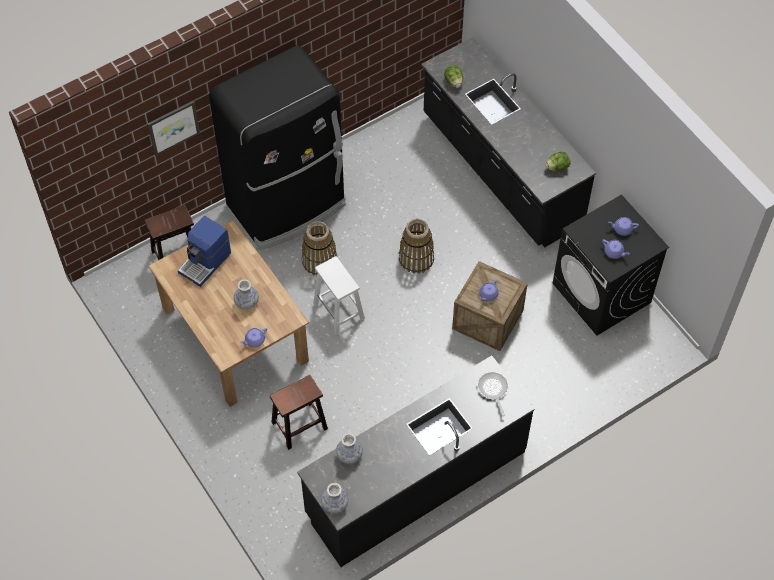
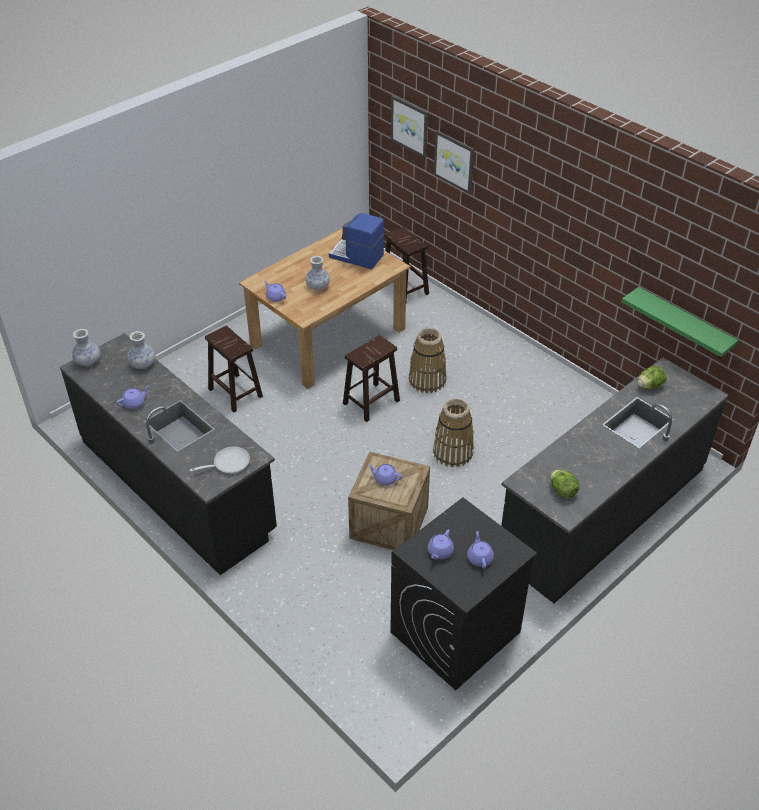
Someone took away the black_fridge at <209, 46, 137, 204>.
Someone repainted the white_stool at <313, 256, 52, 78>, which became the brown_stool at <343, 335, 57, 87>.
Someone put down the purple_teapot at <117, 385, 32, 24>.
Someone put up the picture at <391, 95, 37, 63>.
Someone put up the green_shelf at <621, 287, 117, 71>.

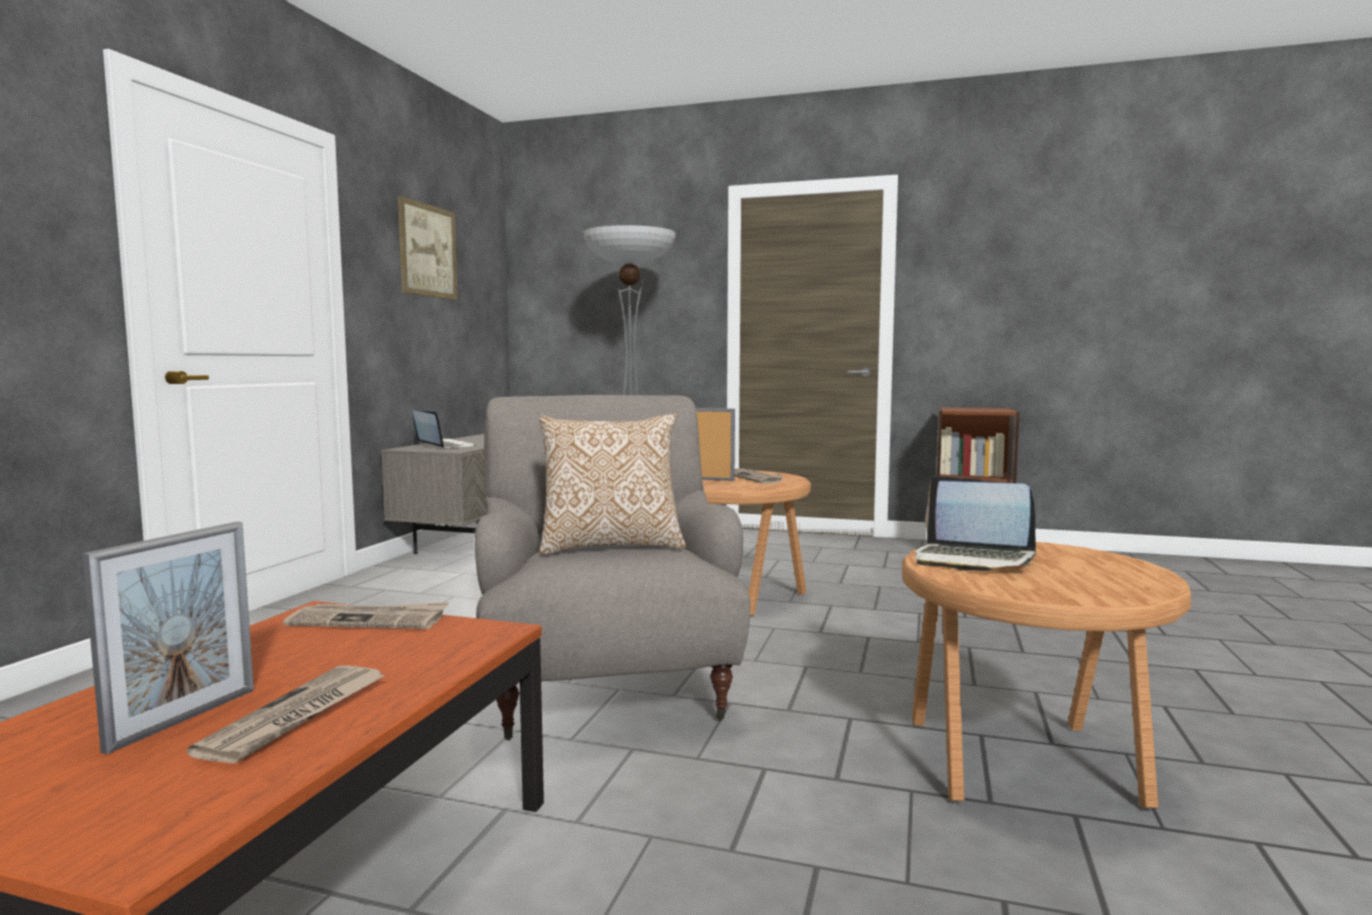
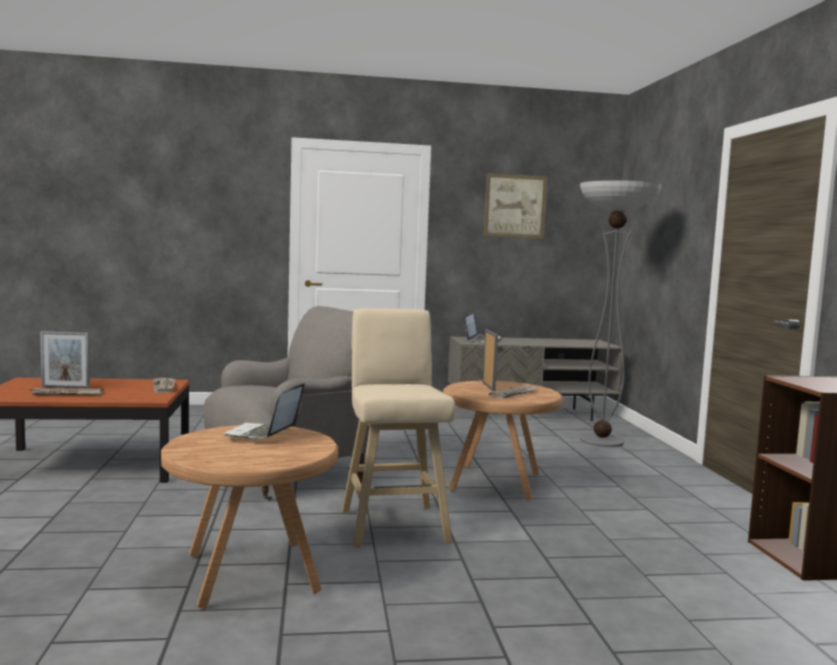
Someone took away the pillow at <539, 414, 147, 140>.
Someone put down the beige_stool at <342, 308, 113, 240>.

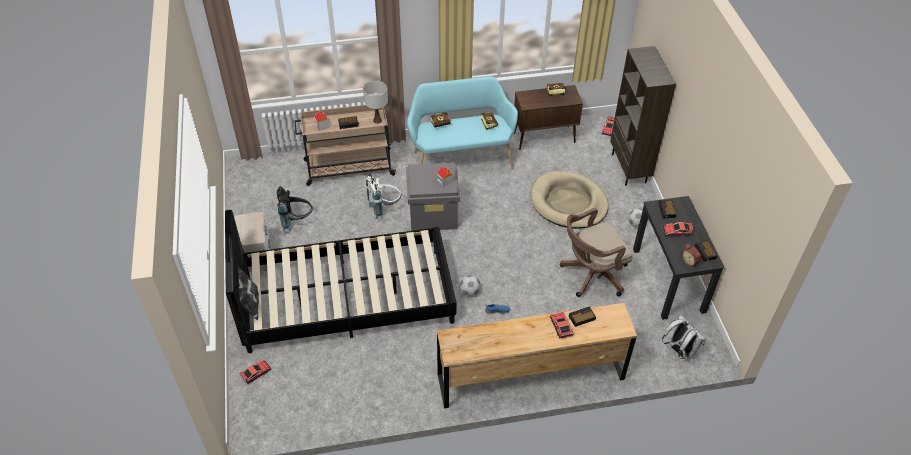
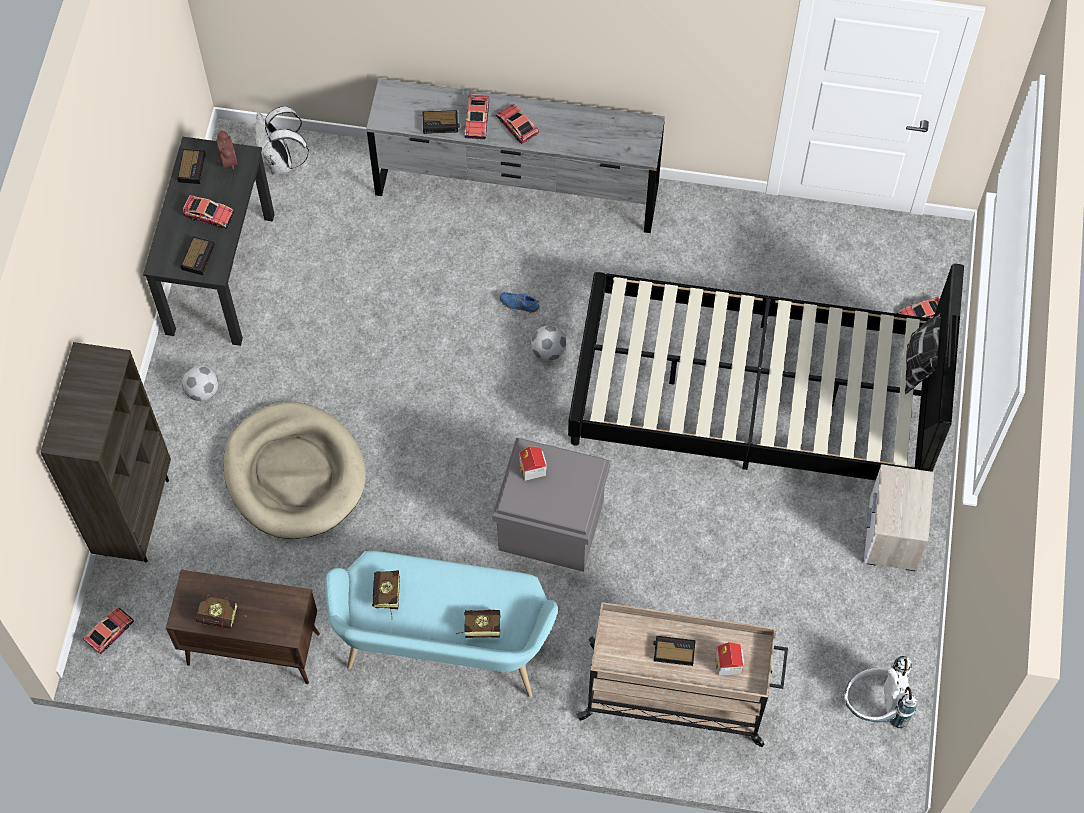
Someone took away the black_backpack at <277, 186, 35, 46>.
Someone took away the white_table_lamp at <363, 81, 25, 43>.
Someone carried the white_backpack from <366, 175, 35, 44> to <844, 656, 73, 72>.
Someone repainted the brown_dresser at <437, 303, 200, 106>, which became the grey_dresser at <366, 78, 299, 155>.
Someone took away the brown_office_chair at <560, 208, 72, 89>.
Someone put down the toy_car at <496, 104, 43, 40>.

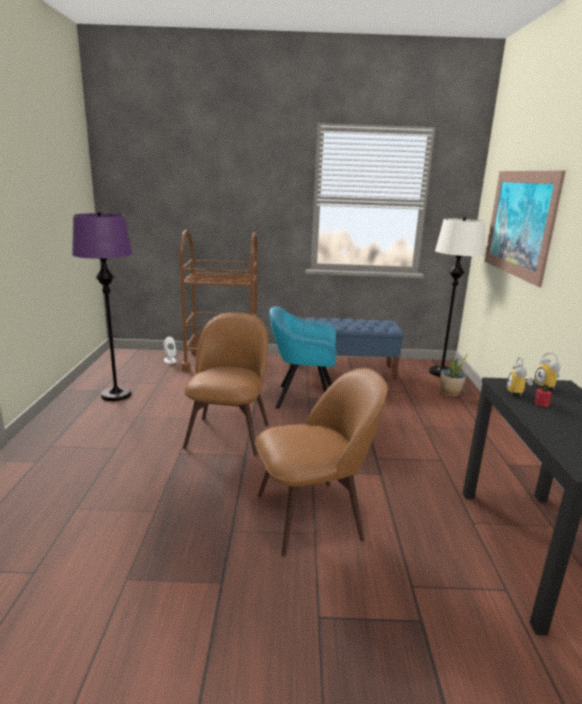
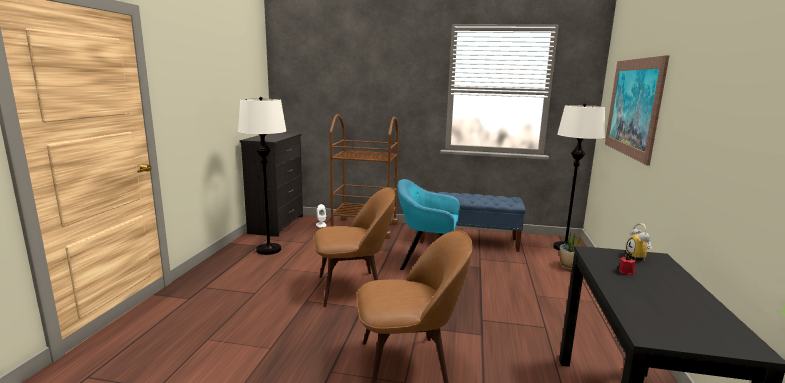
Someone repainted the purple_floor_lamp at <72, 211, 61, 190>, which became the white_floor_lamp at <238, 97, 49, 158>.
Someone rotated the brown_chair at <183, 312, 86, 144> by 60 degrees clockwise.
Someone took away the alarm_clock at <507, 357, 26, 39>.
Someone put down the black_dresser at <240, 133, 63, 104>.

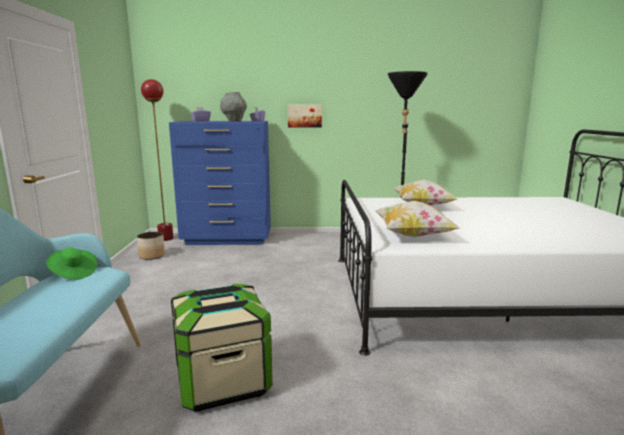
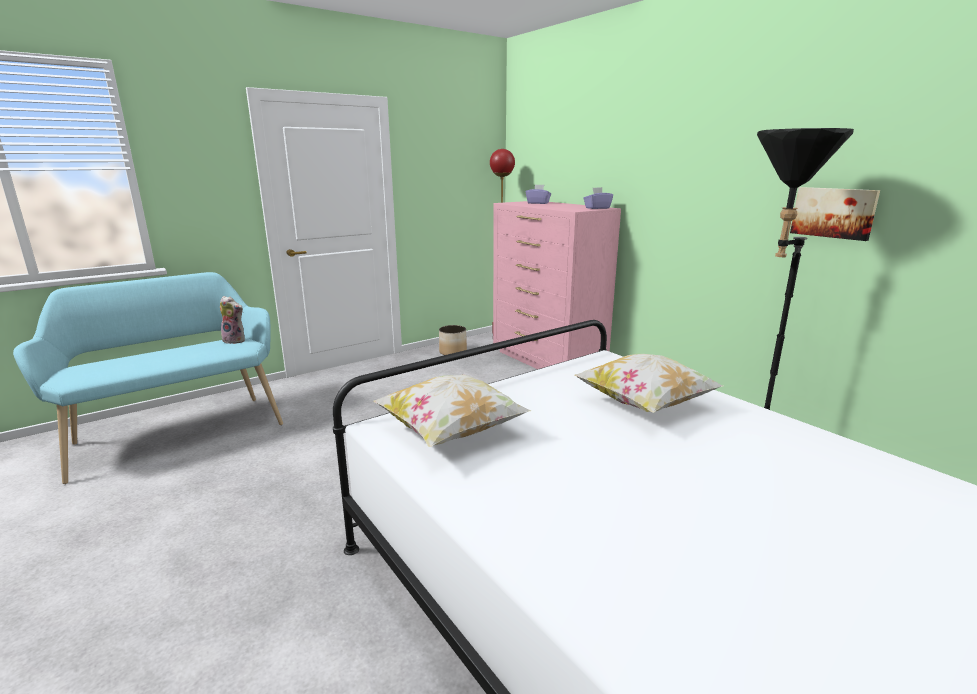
Someone swapped the green_hat at <46, 248, 51, 32> for the plush_toy at <220, 296, 25, 48>.
Someone repainted the blue_dresser at <169, 121, 102, 124>, which became the pink_dresser at <493, 201, 128, 168>.
Someone took away the storage_box at <171, 284, 102, 128>.
Someone took away the grey_vase at <220, 92, 27, 30>.
Someone carried the picture from <288, 105, 34, 23> to <790, 187, 90, 54>.

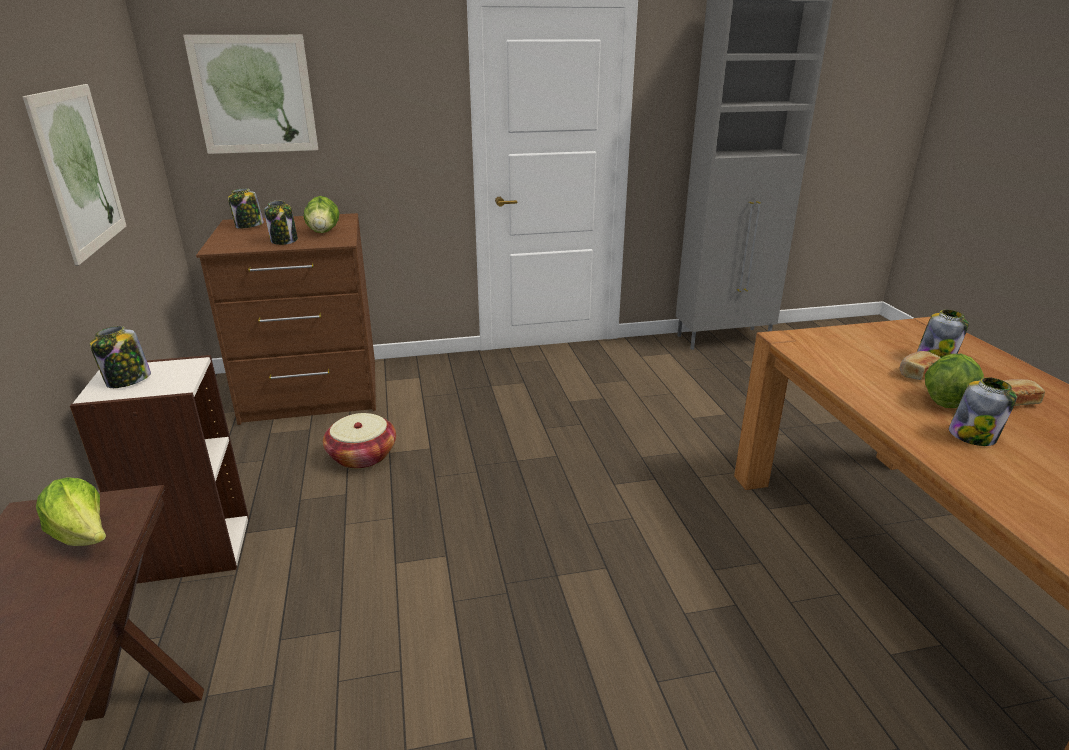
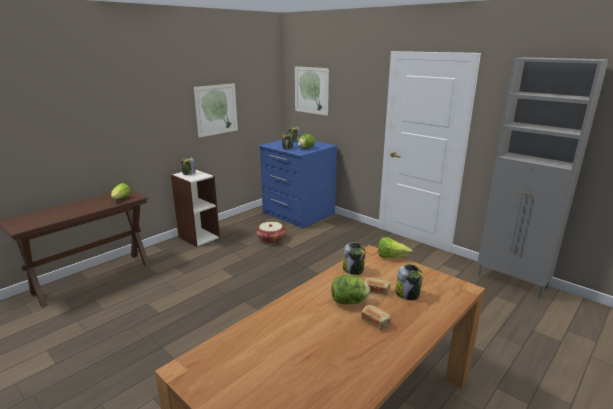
Someone repainted the brown_dresser at <196, 213, 180, 212>, which became the blue_dresser at <258, 140, 79, 89>.
Someone carried the jar from <949, 377, 68, 69> to <343, 242, 22, 33>.
Someone put down the lettuce at <378, 237, 35, 21>.

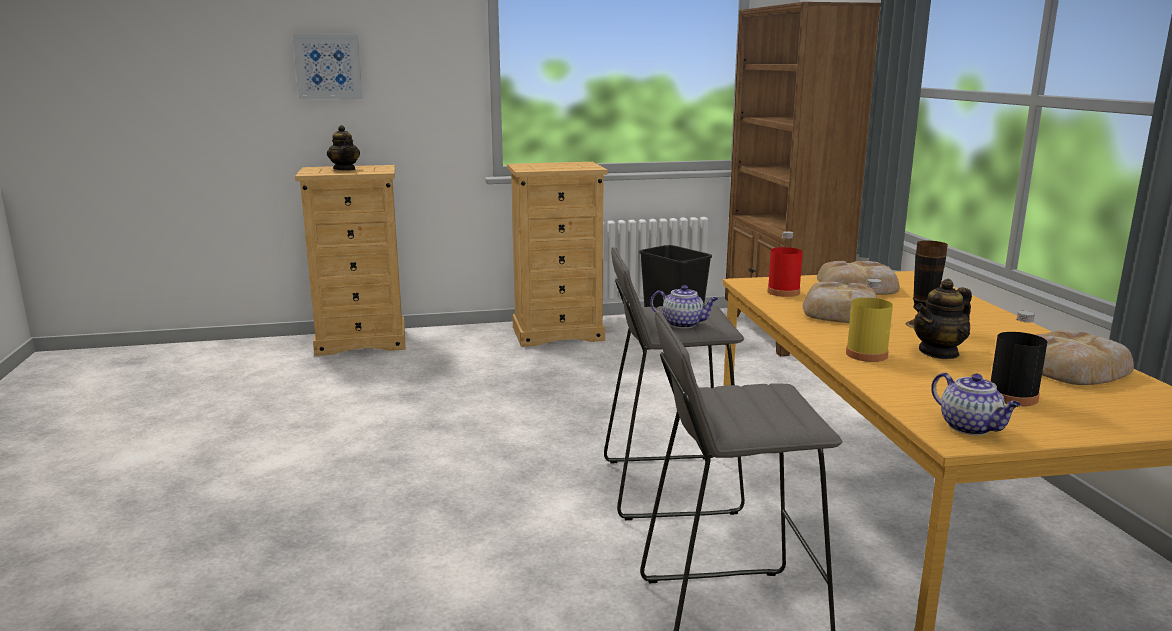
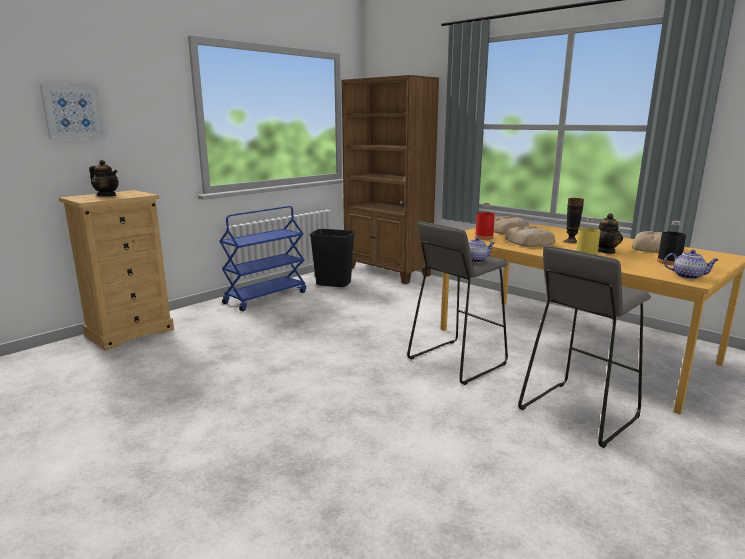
Someone swapped the beige_dresser at <507, 162, 101, 185> for the blue_cart at <219, 206, 87, 105>.

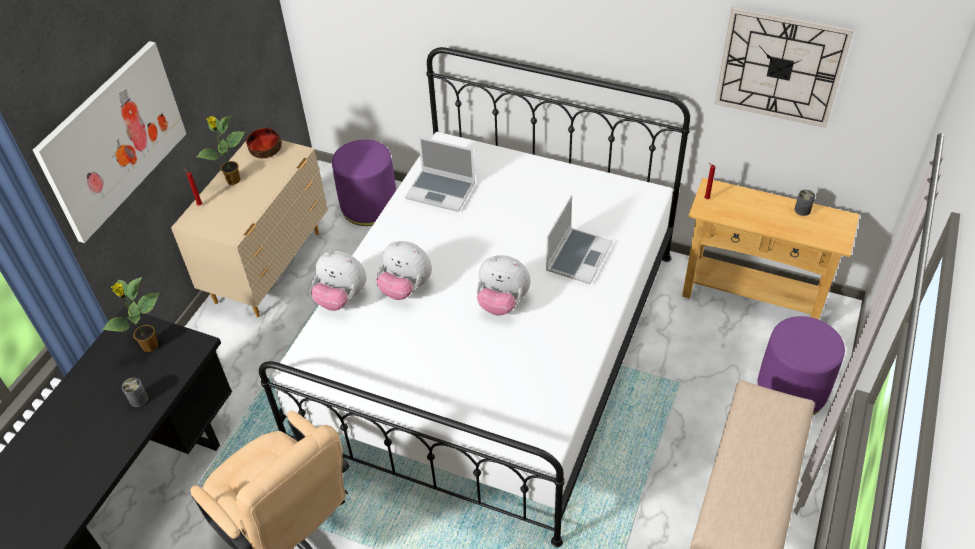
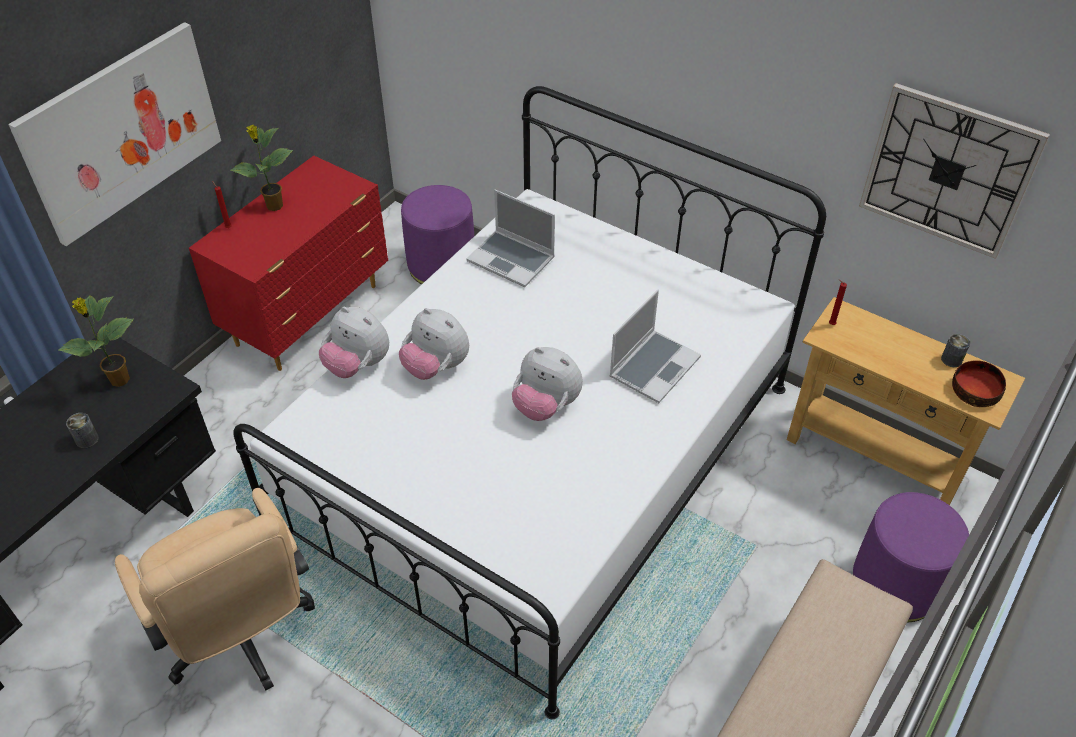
Someone repainted the beige_dresser at <171, 140, 157, 177>, which became the red_dresser at <189, 156, 199, 215>.
Someone carried the bowl from <246, 128, 36, 31> to <952, 360, 54, 47>.

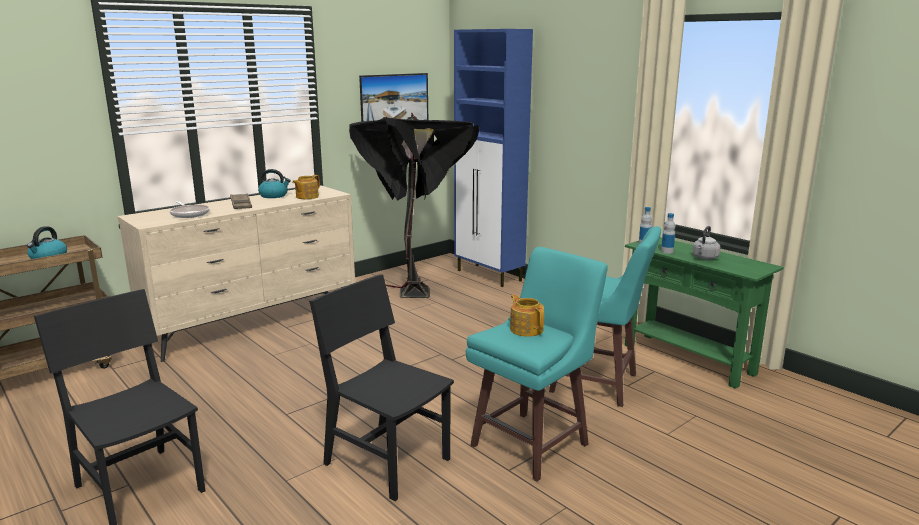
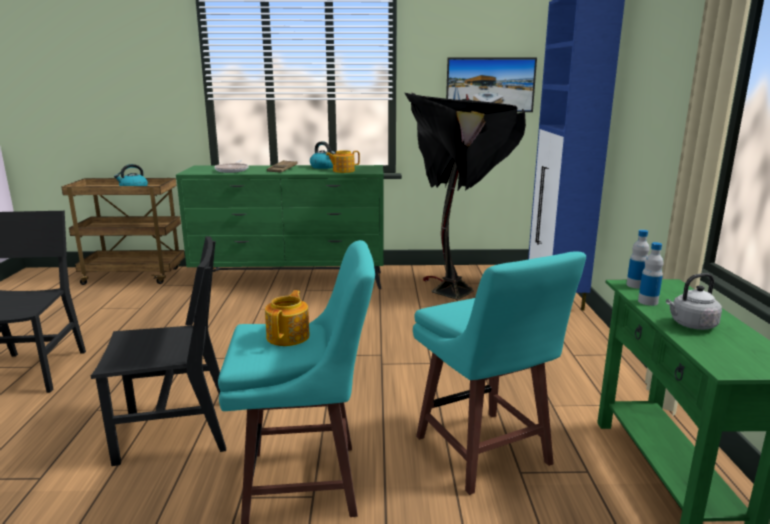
Someone repainted the beige_dresser at <117, 185, 238, 177>, which became the green_dresser at <176, 165, 208, 124>.
Someone rotated the black_chair at <309, 274, 145, 227> by 90 degrees clockwise.

